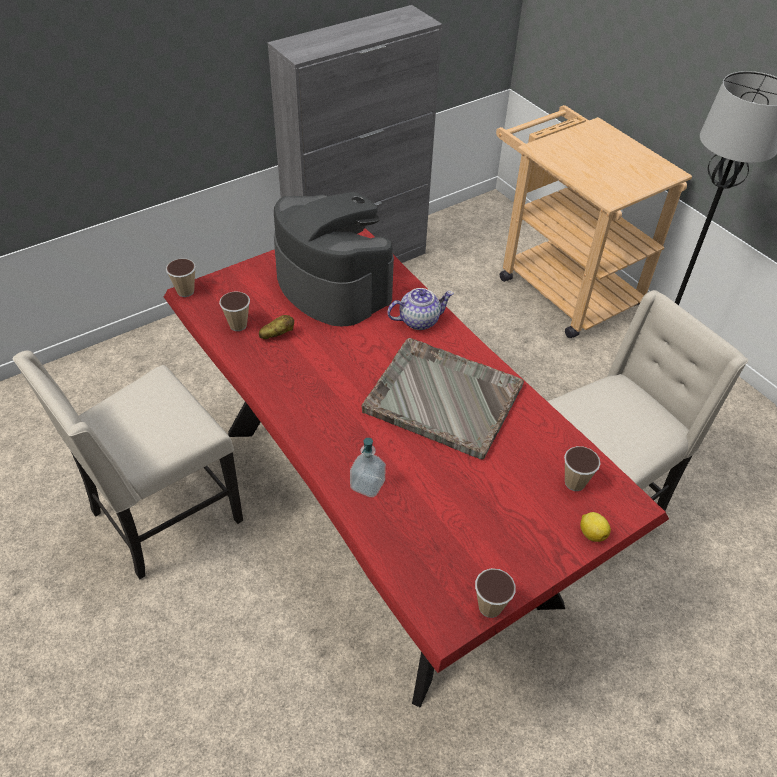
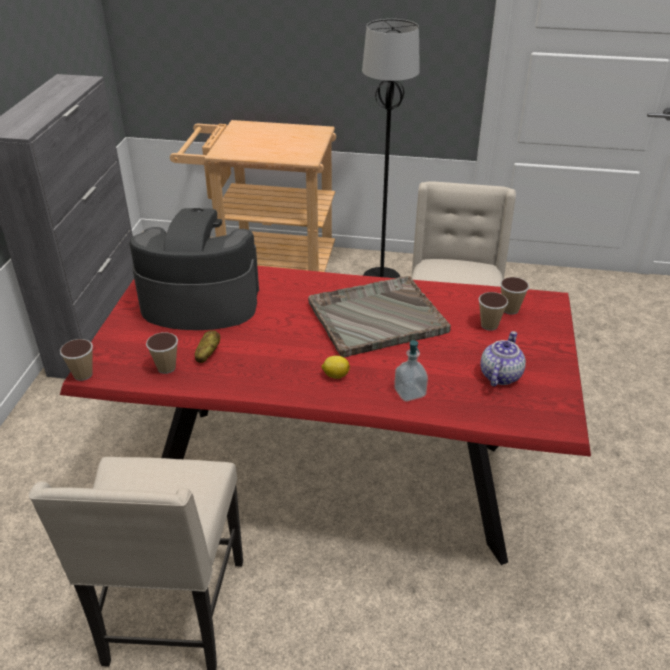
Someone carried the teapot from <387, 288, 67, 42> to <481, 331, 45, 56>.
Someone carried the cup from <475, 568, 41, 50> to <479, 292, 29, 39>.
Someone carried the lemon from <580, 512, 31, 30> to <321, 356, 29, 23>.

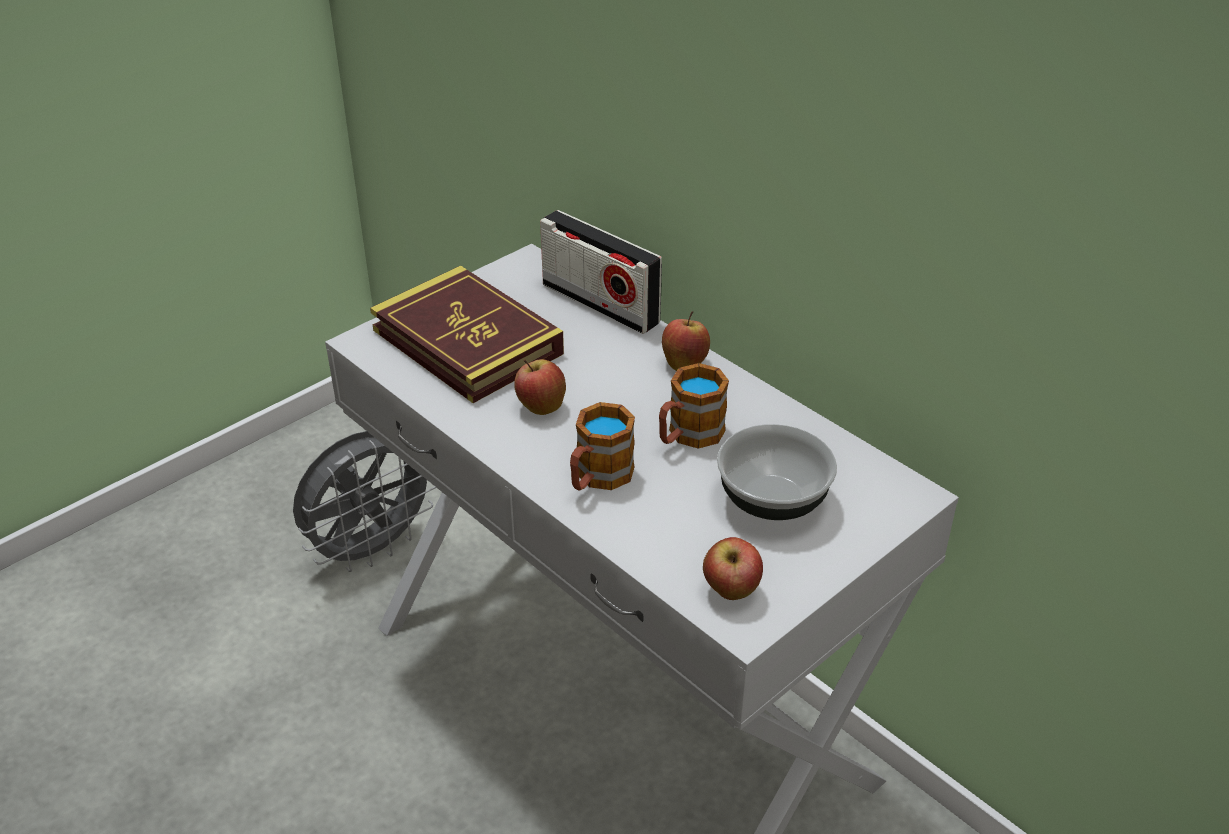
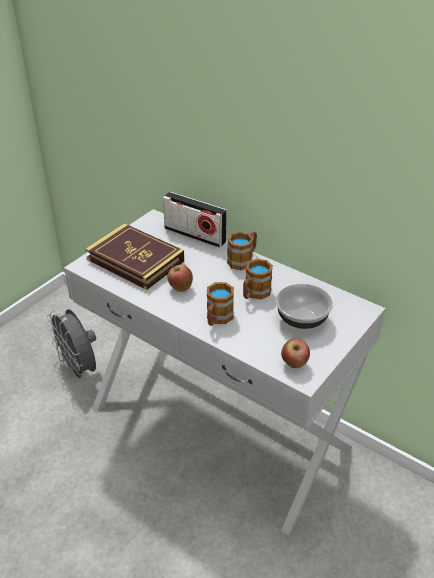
Someone rotated the grey_fan at <293, 431, 143, 141> by 105 degrees clockwise.
Someone swapped the apple at <662, 311, 48, 60> for the mug at <227, 232, 30, 38>.

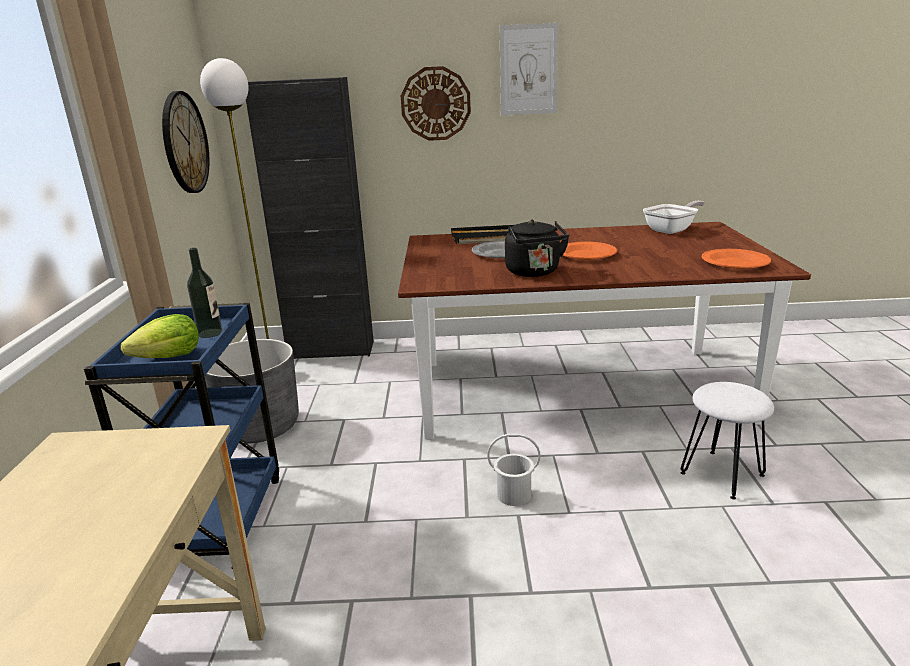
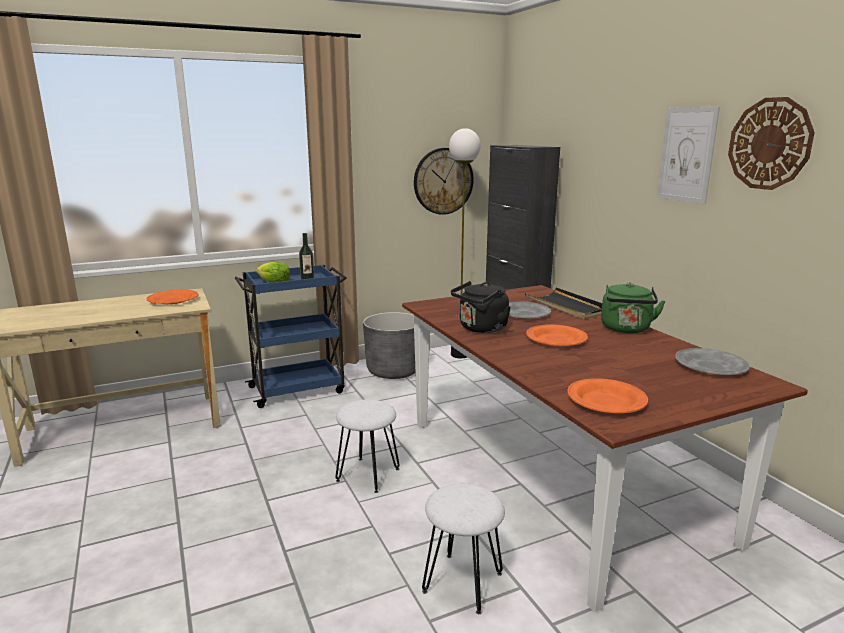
Someone carried the wall_clock from <401, 66, 70, 75> to <728, 97, 87, 93>.
Someone swapped the white_bucket at <487, 434, 54, 72> for the white_stool at <335, 399, 65, 94>.
Someone swapped the frying_pan at <643, 201, 62, 33> for the grey_plate at <675, 348, 75, 27>.
Someone put down the orange_plate at <146, 290, 53, 14>.
Someone put down the green_kettle at <601, 282, 65, 51>.

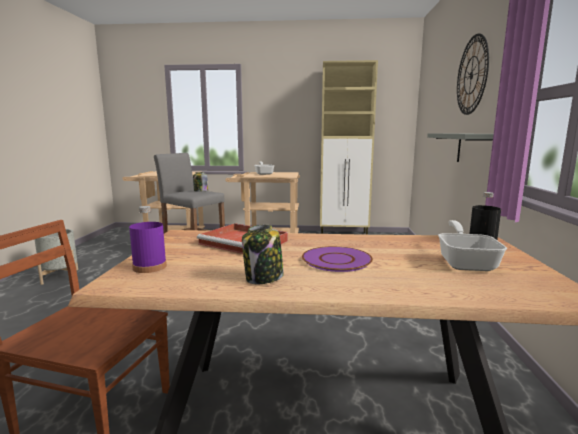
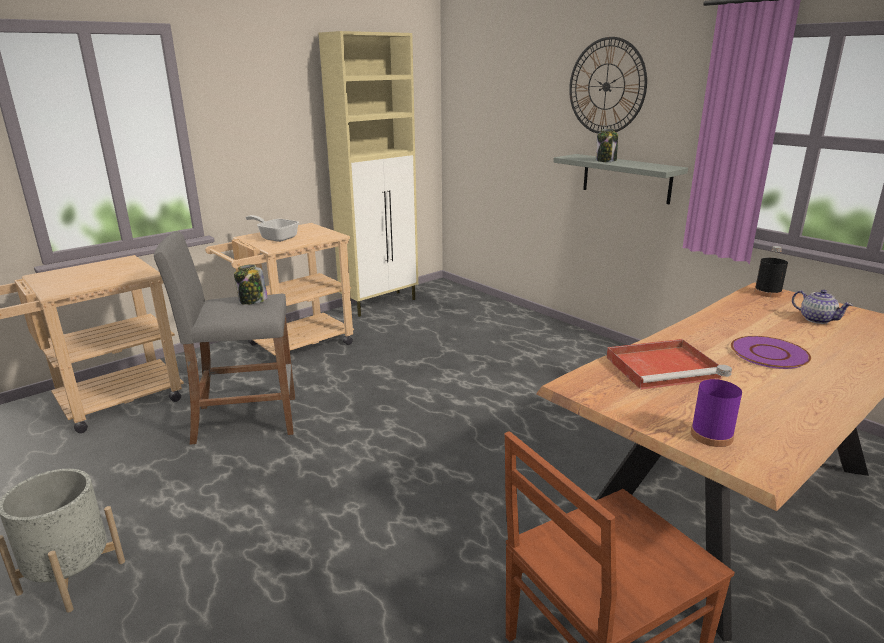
Someone carried the jar from <242, 225, 42, 59> to <596, 129, 22, 33>.
Someone swapped the frying_pan at <438, 220, 69, 51> for the teapot at <792, 290, 61, 34>.

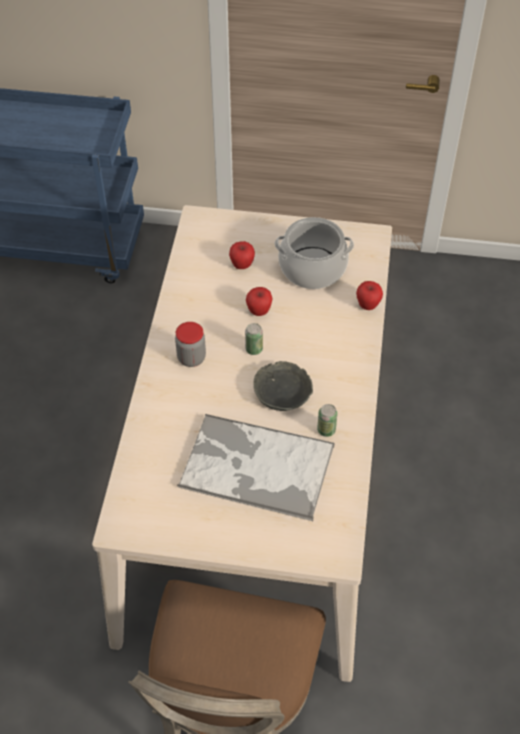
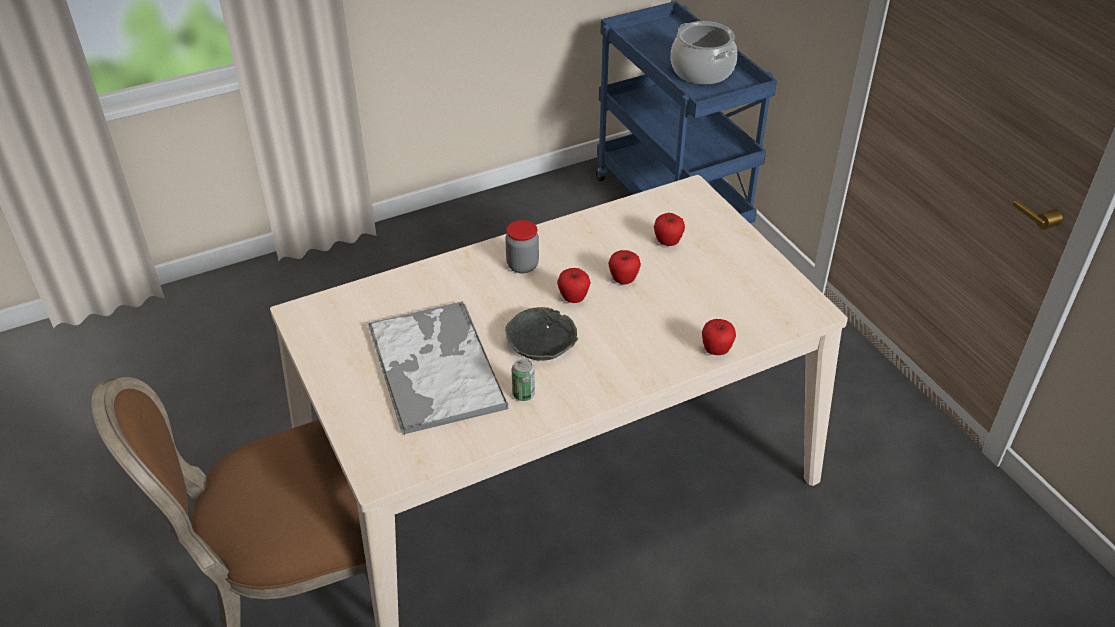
Someone swapped the can at <245, 323, 18, 32> for the apple at <557, 268, 34, 35>.
Someone carried the cooking_pot from <275, 217, 79, 72> to <671, 21, 66, 63>.

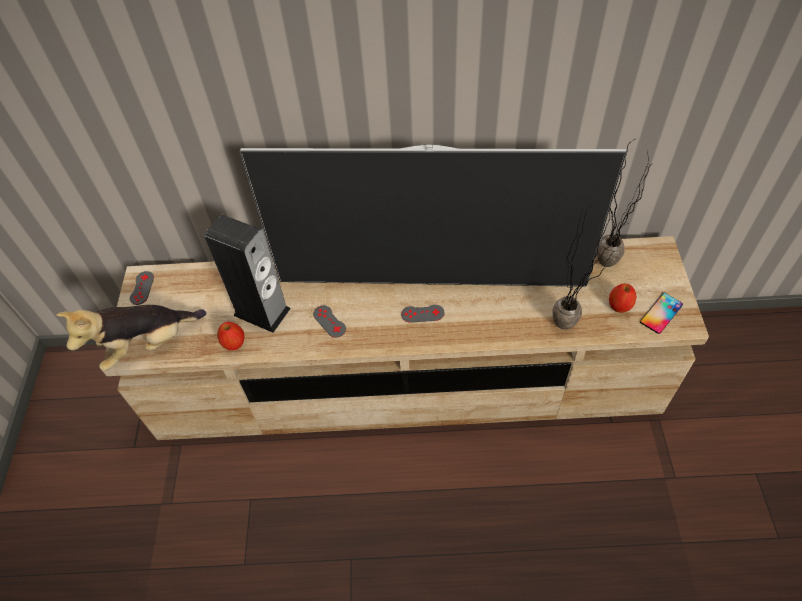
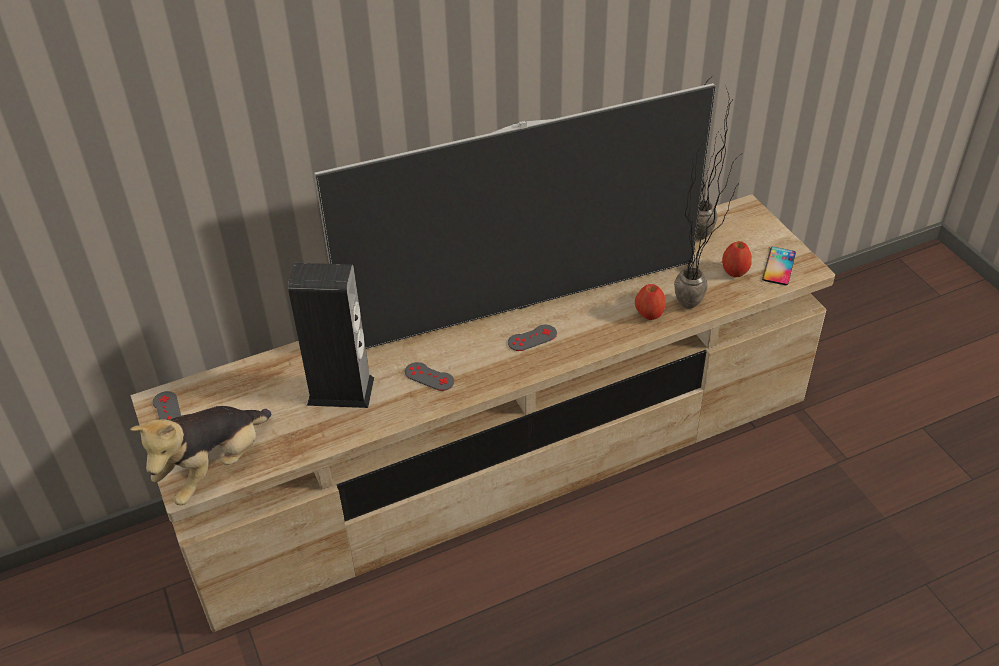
Someone carried the apple from <217, 322, 28, 28> to <635, 284, 31, 36>.

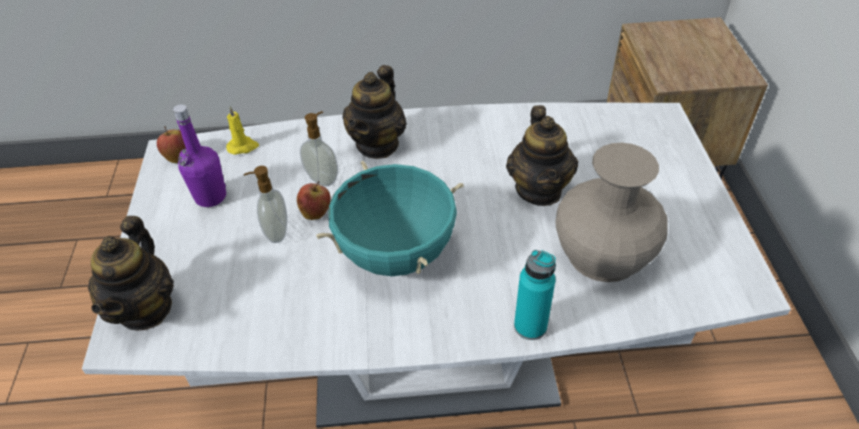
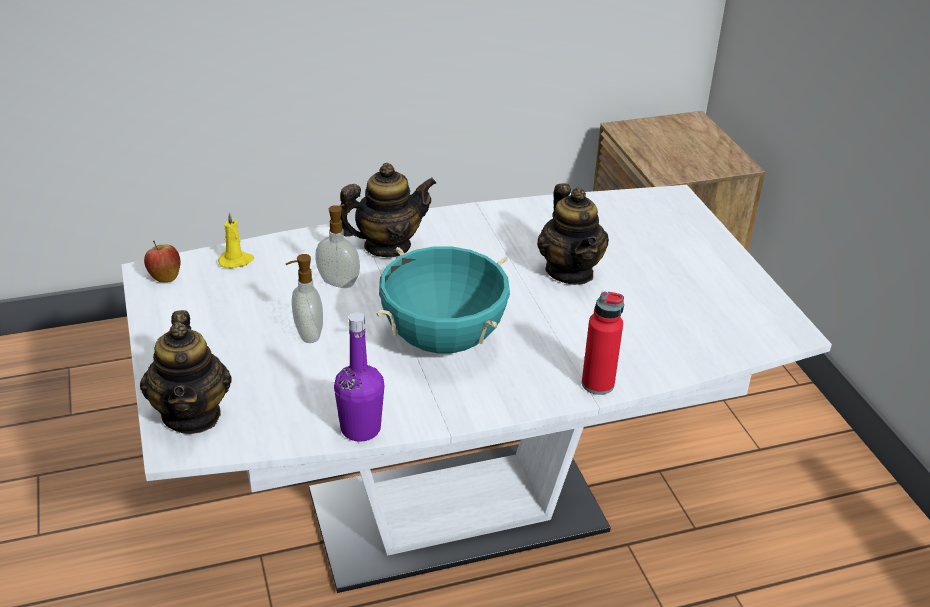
Someone carried the purple_bottle from <173, 104, 53, 103> to <334, 312, 50, 130>.
Someone took away the apple at <297, 181, 34, 39>.
Someone rotated the teapot at <342, 65, 65, 94> by 120 degrees counterclockwise.
Someone repainted the turquoise_bottle at <514, 250, 42, 90>, which became the red_bottle at <582, 291, 42, 104>.
Someone took away the beige_vase at <555, 143, 113, 139>.

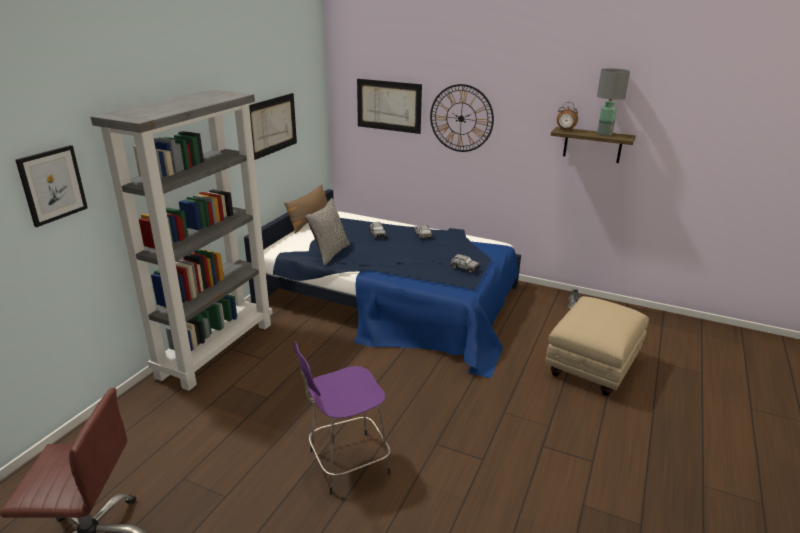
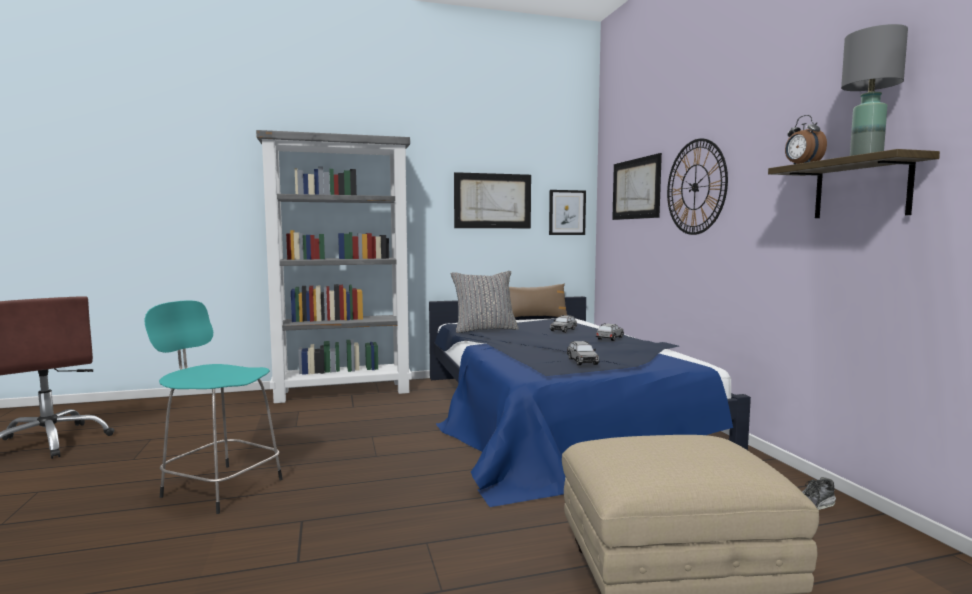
Someone carried the picture from <16, 145, 72, 82> to <549, 190, 37, 45>.
Someone repainted the purple_stool at <293, 341, 98, 154>, which became the turquoise_stool at <144, 300, 139, 214>.

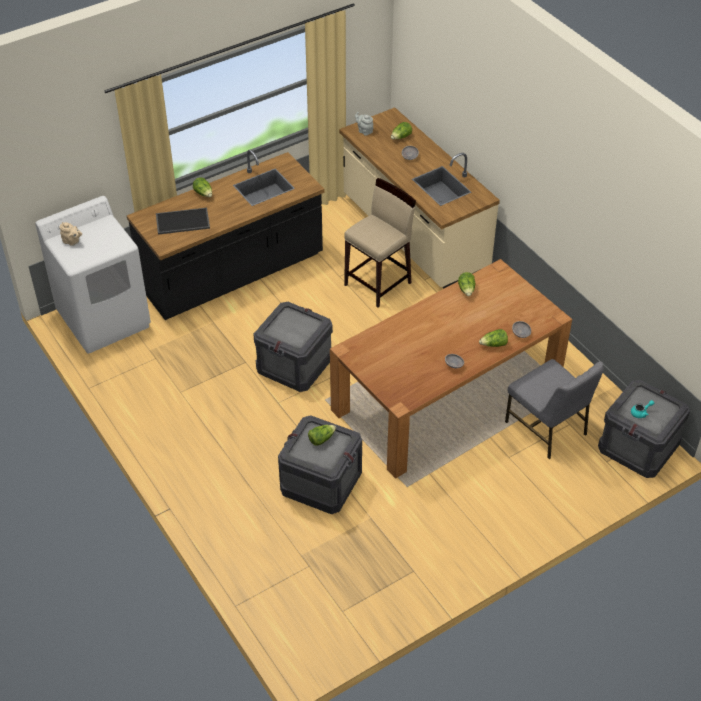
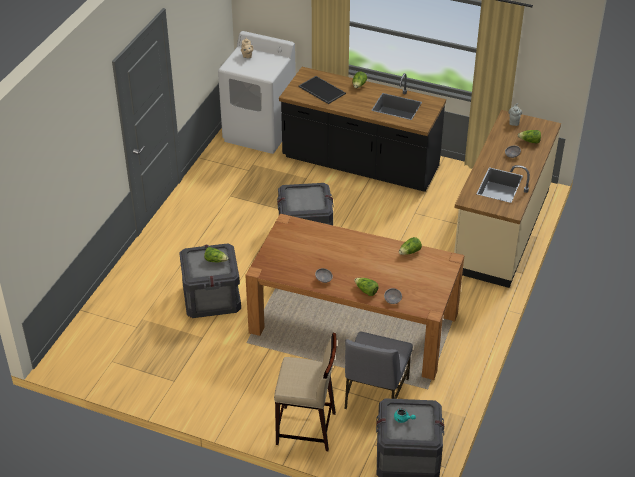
Someone carried the beige_stool from <344, 178, 72, 129> to <274, 333, 63, 118>.

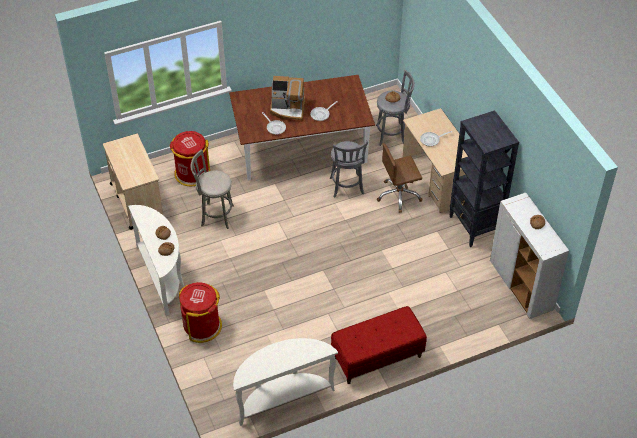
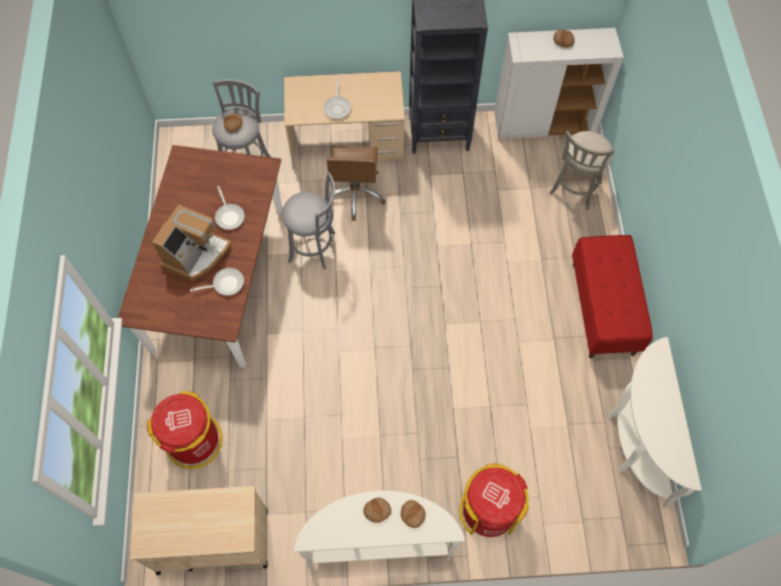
Someone carried the grey_stool from <190, 149, 44, 80> to <549, 131, 66, 79>.

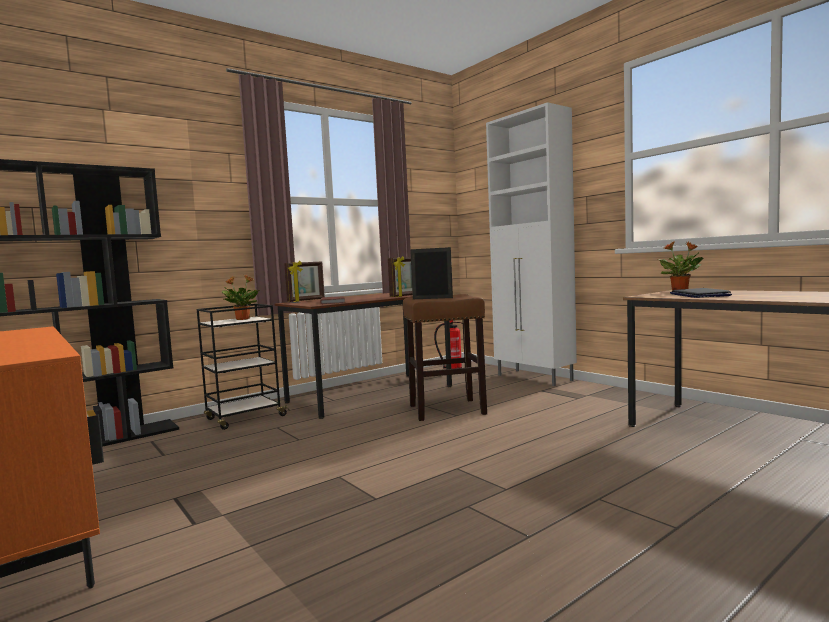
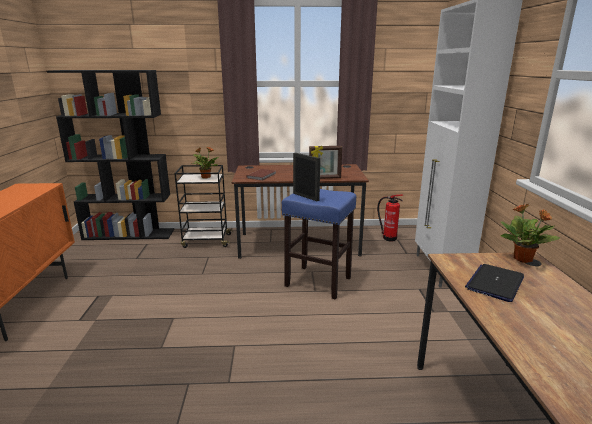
Someone took away the picture_frame at <284, 261, 41, 41>.
Someone repainted the brown_stool at <403, 294, 84, 127>, which became the blue_stool at <282, 189, 74, 110>.

